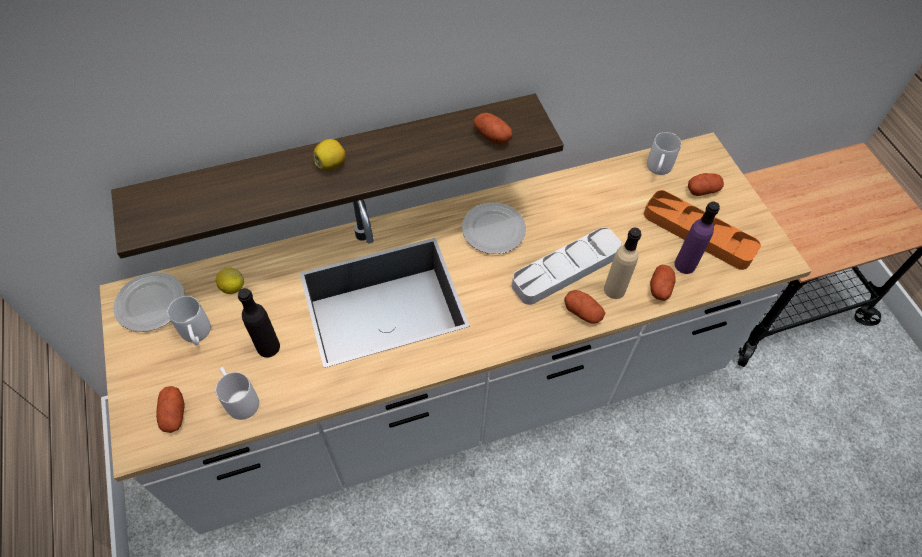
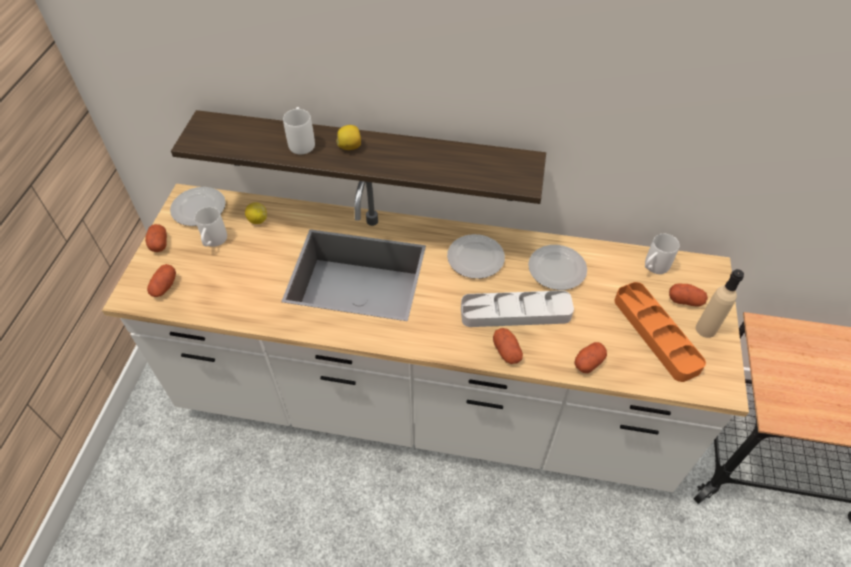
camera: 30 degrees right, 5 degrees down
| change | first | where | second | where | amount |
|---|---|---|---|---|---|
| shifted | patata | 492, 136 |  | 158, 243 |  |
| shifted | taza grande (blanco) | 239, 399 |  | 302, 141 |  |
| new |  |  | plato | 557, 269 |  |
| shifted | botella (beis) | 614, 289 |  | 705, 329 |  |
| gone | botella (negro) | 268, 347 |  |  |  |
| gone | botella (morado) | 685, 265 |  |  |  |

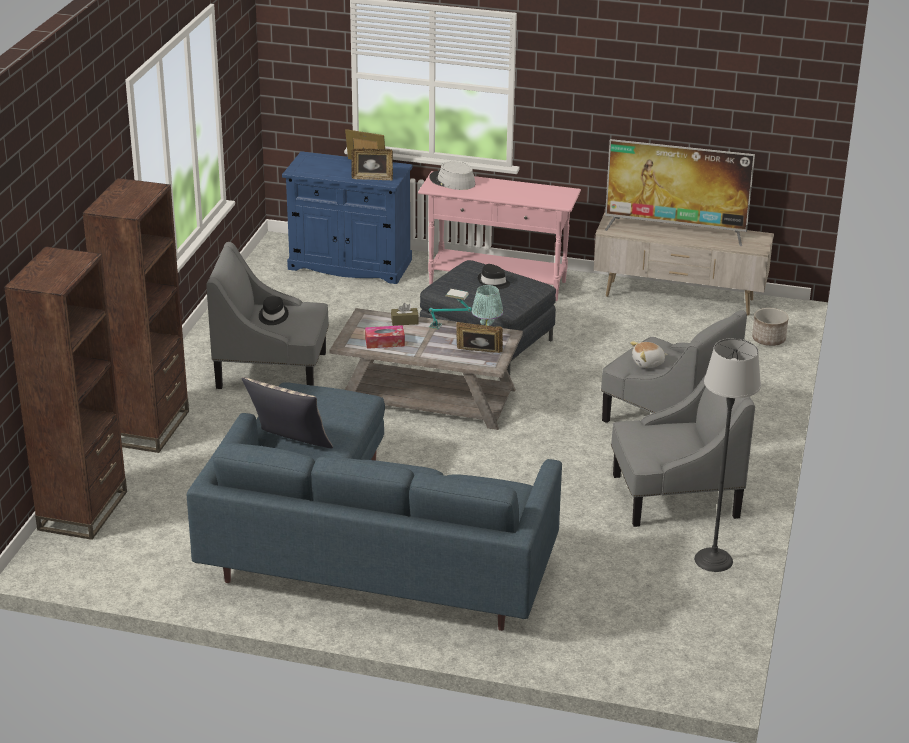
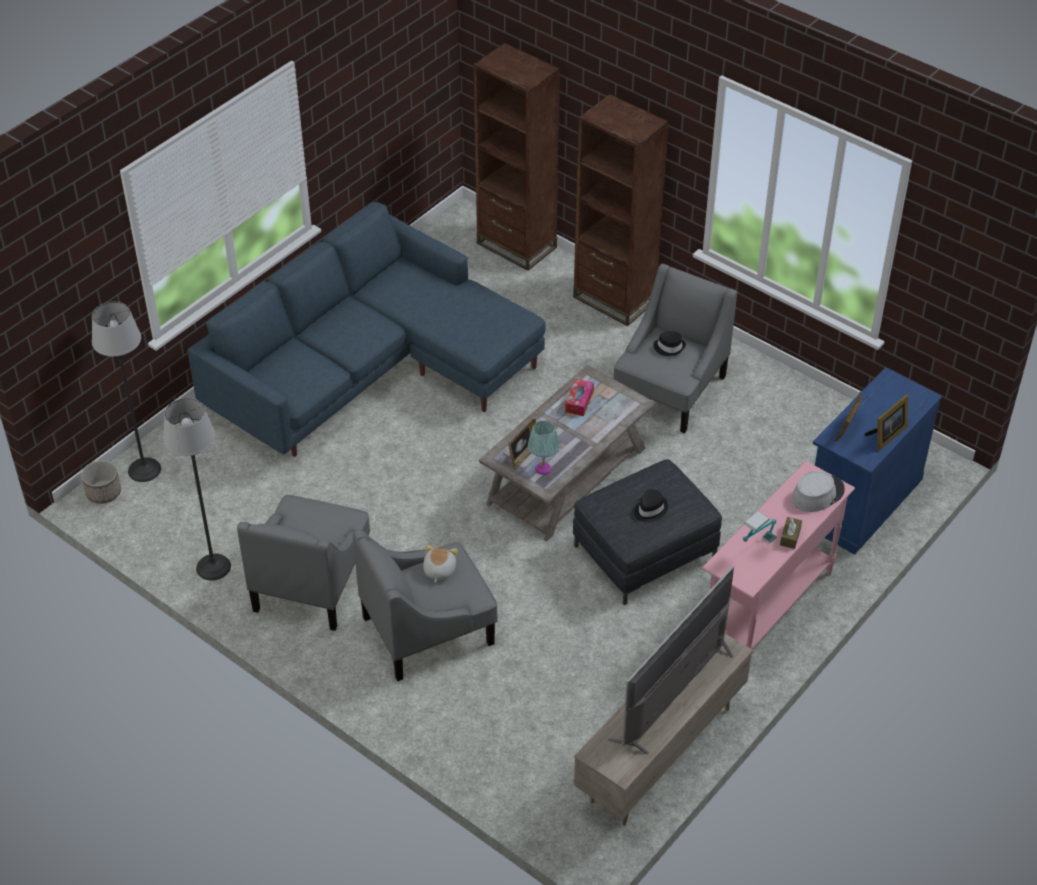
camera: 115 degrees right, 15 degrees up
| change | first | where | second | where | amount |
|---|---|---|---|---|---|
| shifted | maceta | 768, 339 |  | 104, 492 |  |
| new |  |  | lámpara de pie | 144, 469 |  |
| shifted | lámpara de mesa | 450, 329 |  | 757, 547 |  |
| shifted | caja de pañuelos (marrón) | 404, 321 |  | 790, 537 |  |
| gone | cojín | 289, 445 |  |  |  |

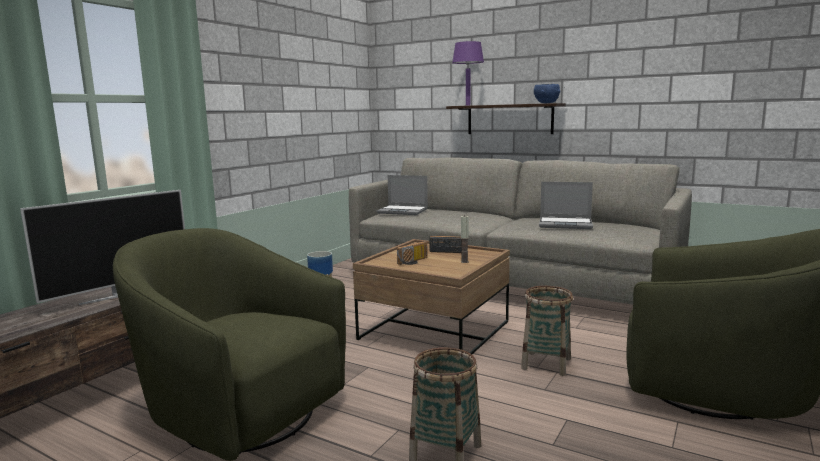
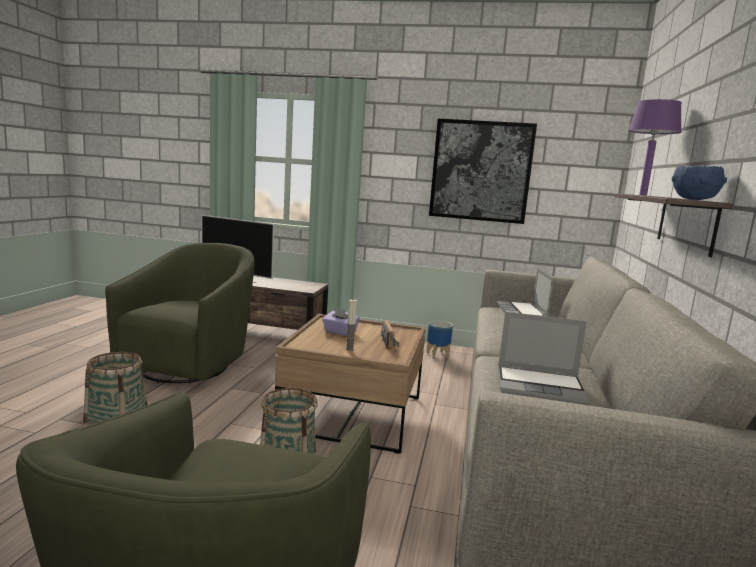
camera: 70 degrees right, 0 degrees up
| change | first | where | second | where | amount |
|---|---|---|---|---|---|
| swapped | radio | 414, 262 | caja de pañuelos (morado) | 339, 332 |  |
| new |  |  | cuadro | 481, 171 |  |
| rotated | portátil | 566, 224 |  | 541, 386 | 75 degrees counterclockwise |

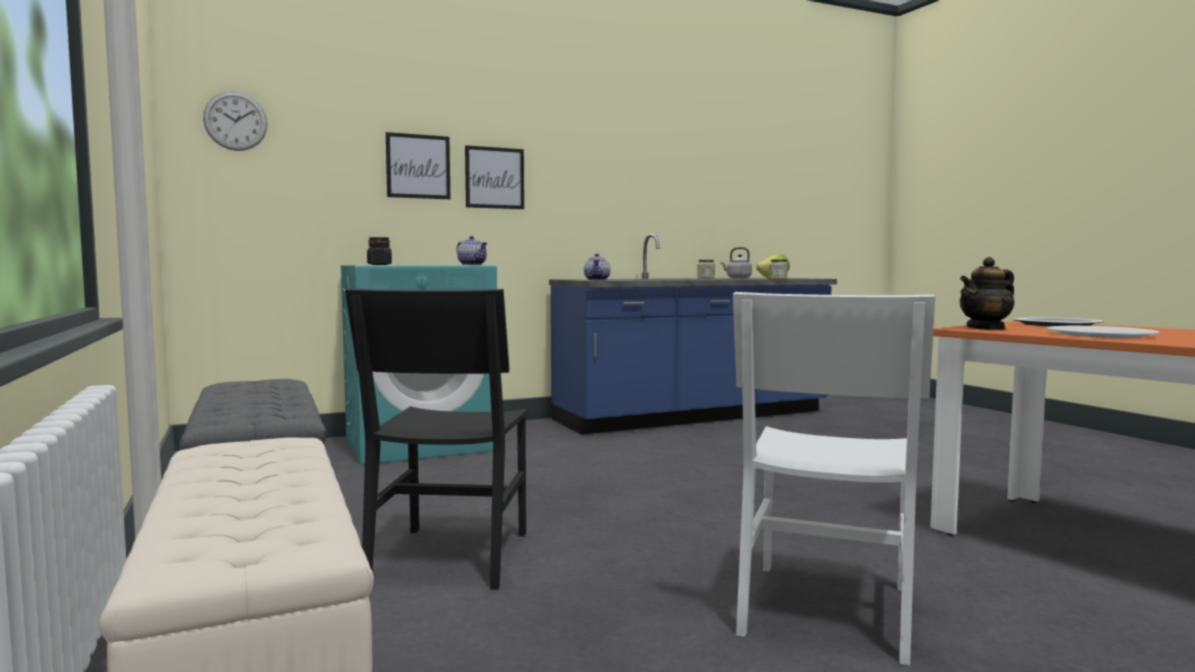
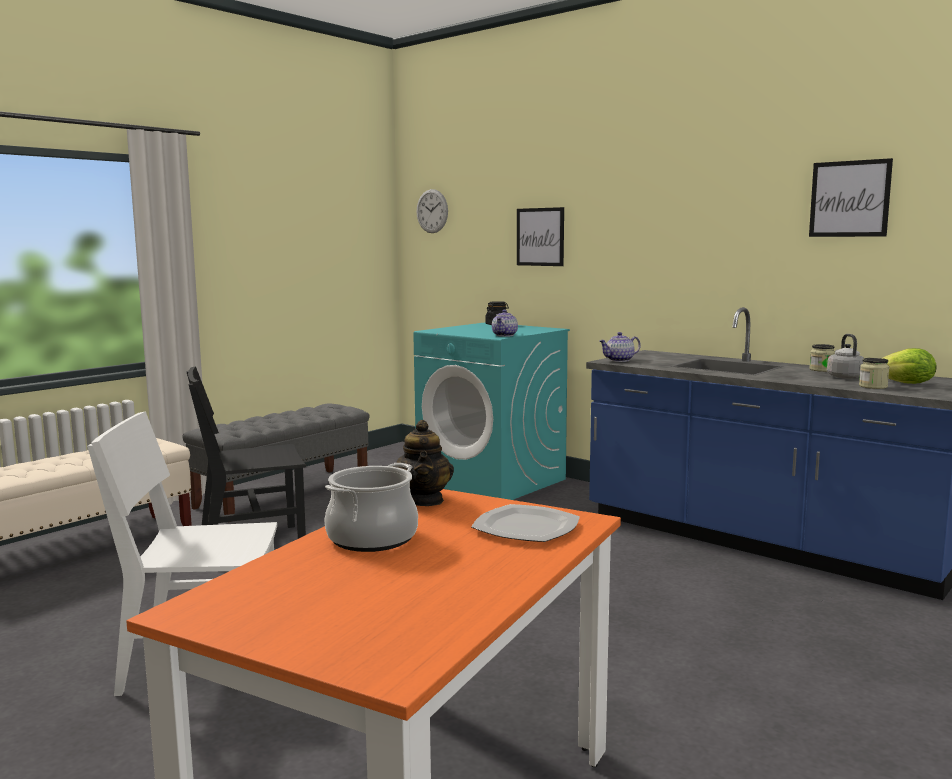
camera: 65 degrees right, 5 degrees up
| change | first | where | second | where | amount |
|---|---|---|---|---|---|
| swapped | plato (blanco) | 1100, 335 | olla | 372, 538 |  |
| rotated | tetera | 986, 328 |  | 423, 500 | 135 degrees counterclockwise |
| shifted | cuadro | 494, 178 |  | 849, 199 |  |

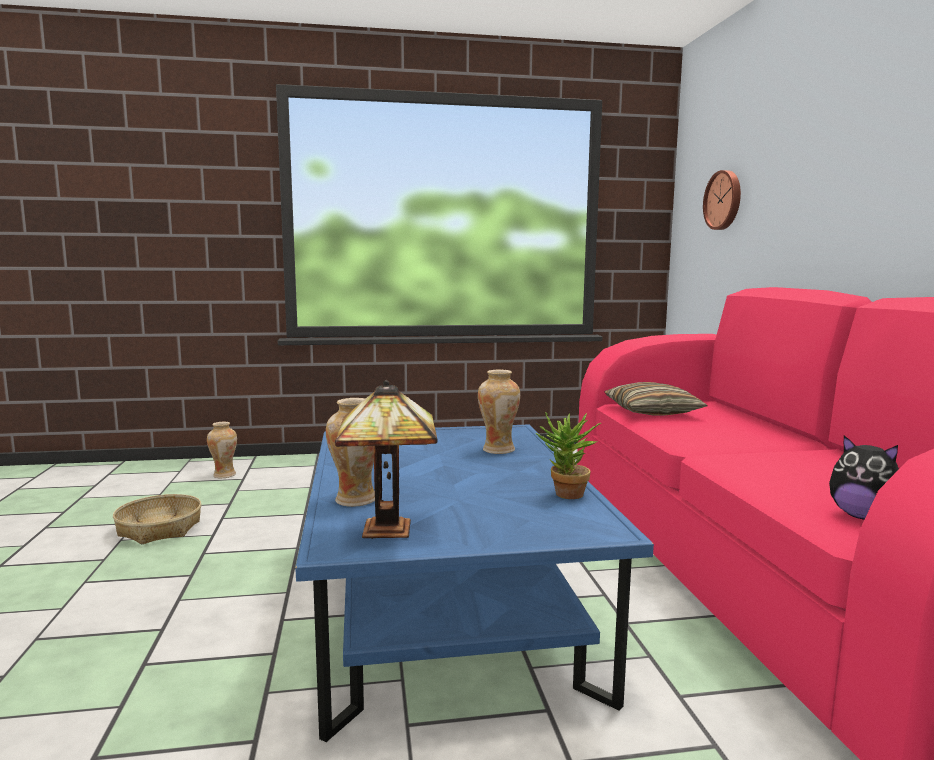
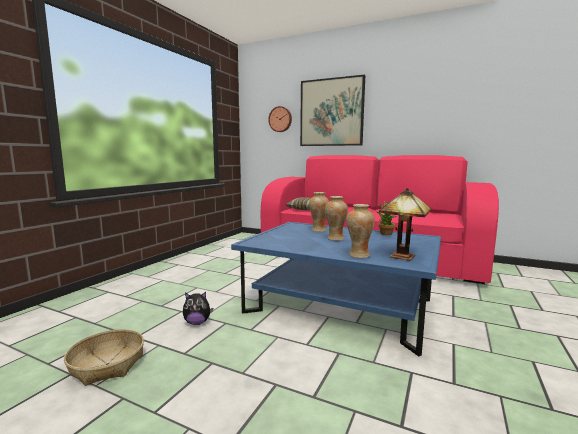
camera: 55 degrees left, 0 degrees up
| change | first | where | second | where | amount |
|---|---|---|---|---|---|
| shifted | peluche | 863, 517 |  | 197, 322 |  |
| new |  |  | cuadro | 331, 112 |  |
| shifted | florero | 224, 475 |  | 335, 238 |  |

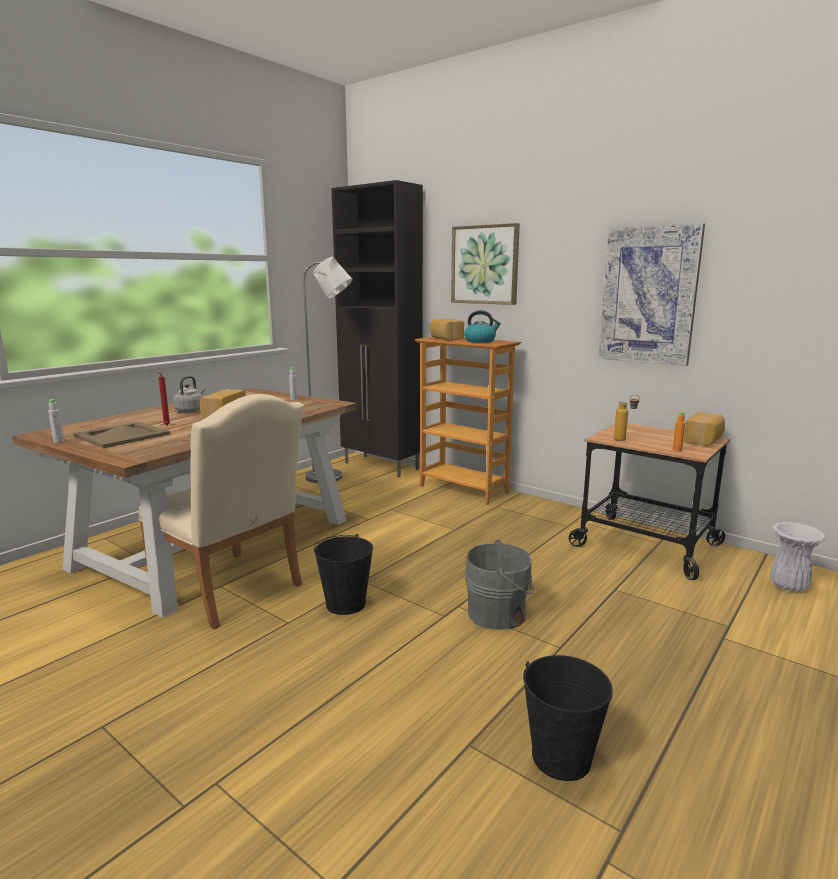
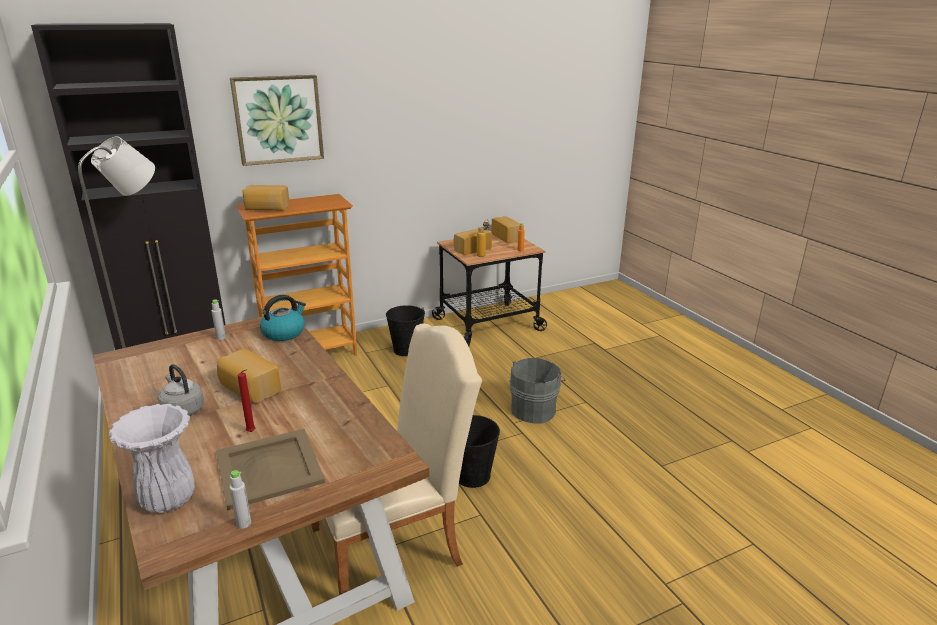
camera: 65 degrees left, 10 degrees up
| change | first | where | second | where | amount |
|---|---|---|---|---|---|
| shifted | florero (blanco) | 788, 586 |  | 167, 499 |  |
| shifted | hervidor | 480, 341 |  | 284, 333 |  |
| shifted | cubo (negro) | 561, 757 |  | 406, 349 |  |
| new |  |  | pan | 471, 249 |  |
| gone | cuadro | 649, 295 |  |  |  |

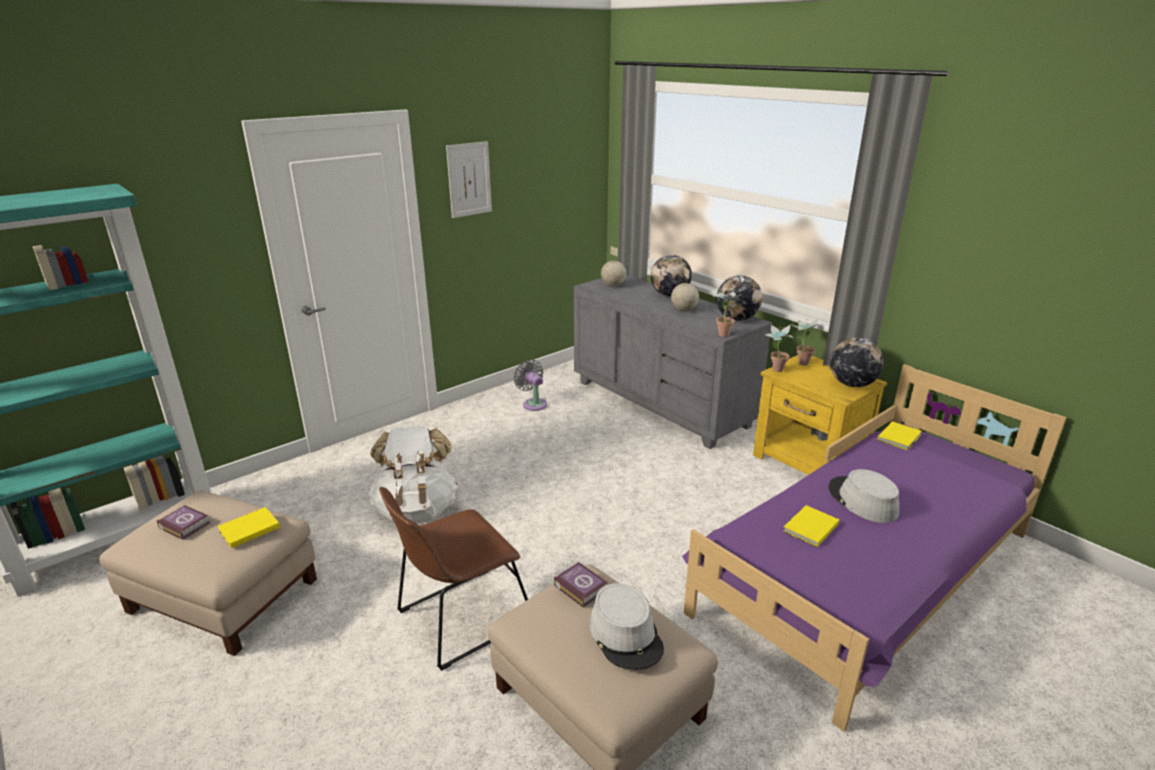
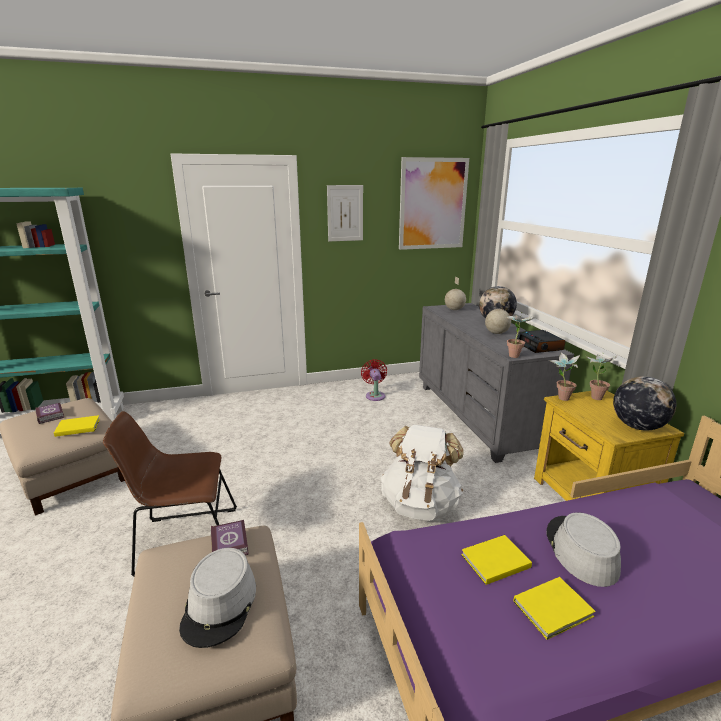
camera: 25 degrees right, 5 degrees down
| change | first | where | second | where | amount |
|---|---|---|---|---|---|
| repainted | ventilador (gris) | 533, 403 | ventilador (rojo) | 375, 395 |  |
| shifted | mochila (blanco) | 416, 510 |  | 420, 504 |  |
| new |  |  | cuadro | 432, 204 |  |
| shifted | libro (amarillo) | 900, 437 |  | 555, 609 |  |
| swapped | globo terráqueo | 736, 319 | despertador | 540, 346 |  |

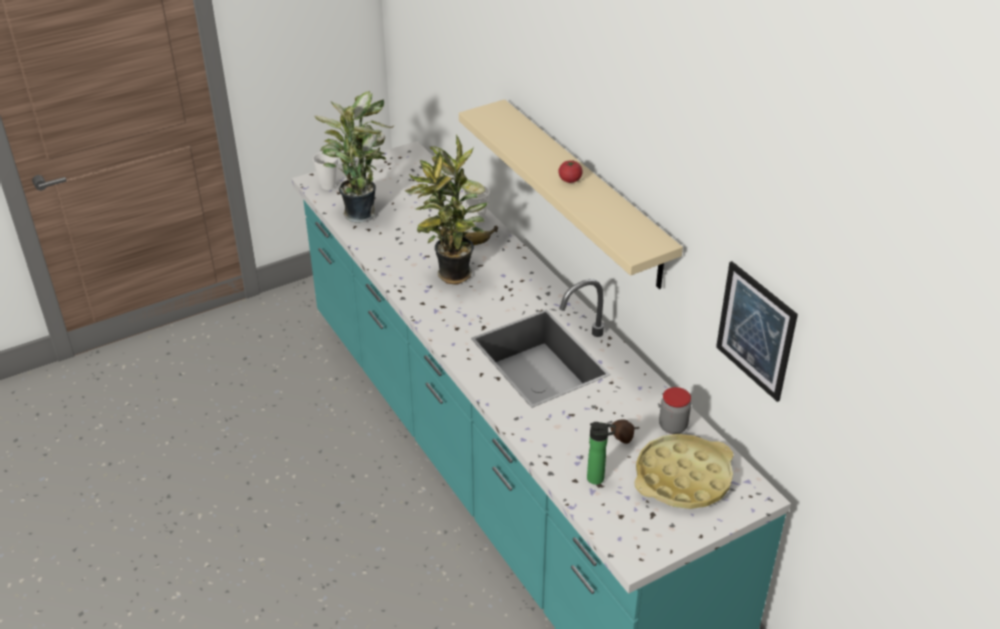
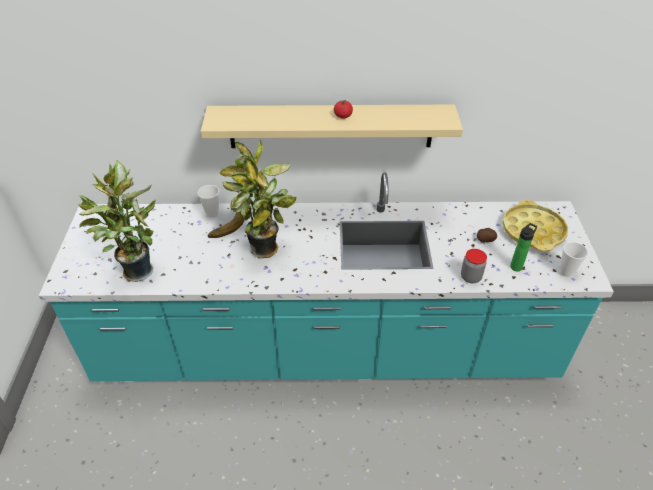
camera: 60 degrees left, 5 degrees up
| change | first | where | second | where | amount |
|---|---|---|---|---|---|
| shifted | tarro | 673, 426 |  | 470, 277 |  |
| shifted | taza | 328, 186 |  | 566, 272 |  |
| gone | cuadro | 755, 331 |  |  |  |

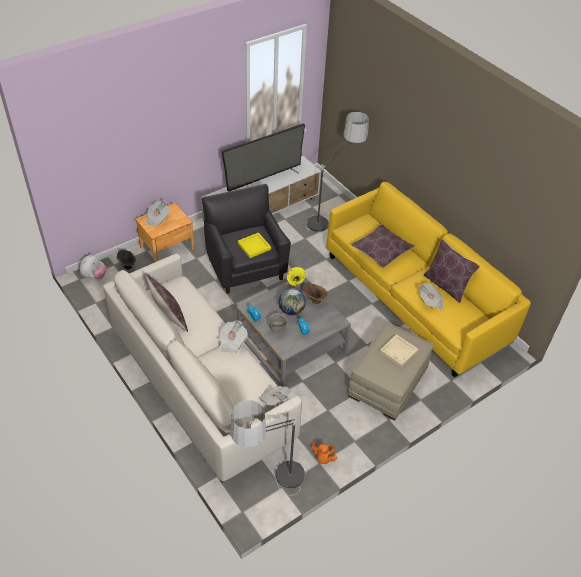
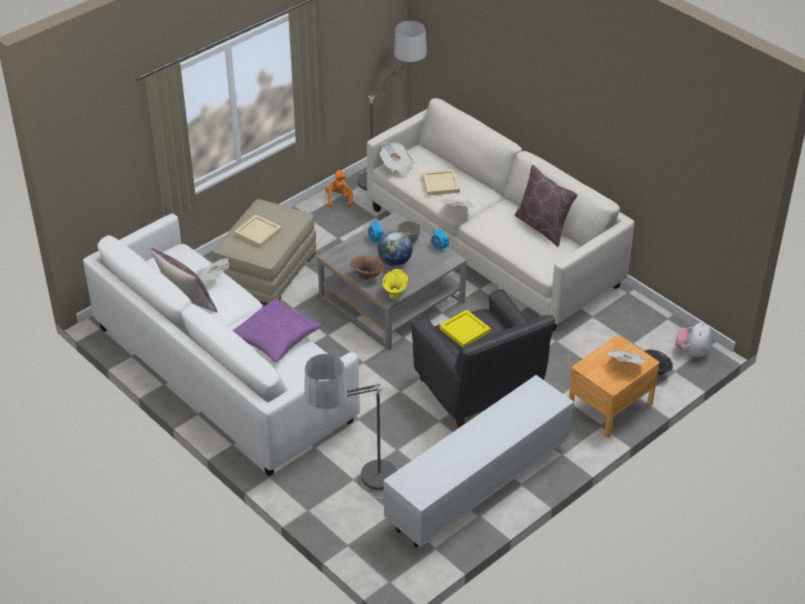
camera: 175 degrees right, 5 degrees down
| change | first | where | second | where | amount |
|---|---|---|---|---|---|
| repainted | sofá (amarillo) | 414, 298 | sofá (blanco) | 222, 374 |  |
| repainted | cojín (marrón) | 381, 251 | cojín (morado) | 276, 338 |  |
| new |  |  | bandeja (beis) | 440, 184 |  |
| gone | televisor | 264, 179 |  |  |  |

